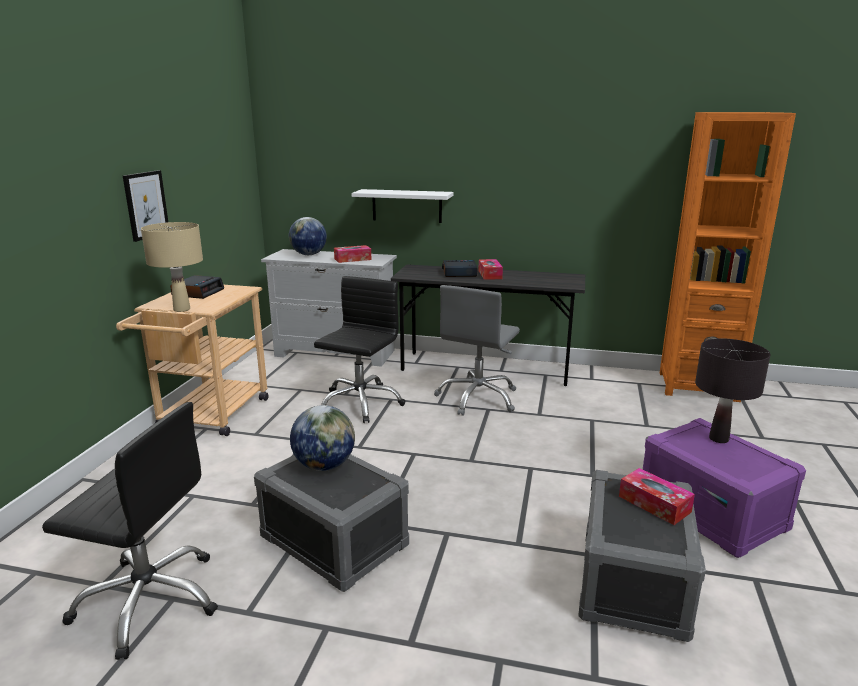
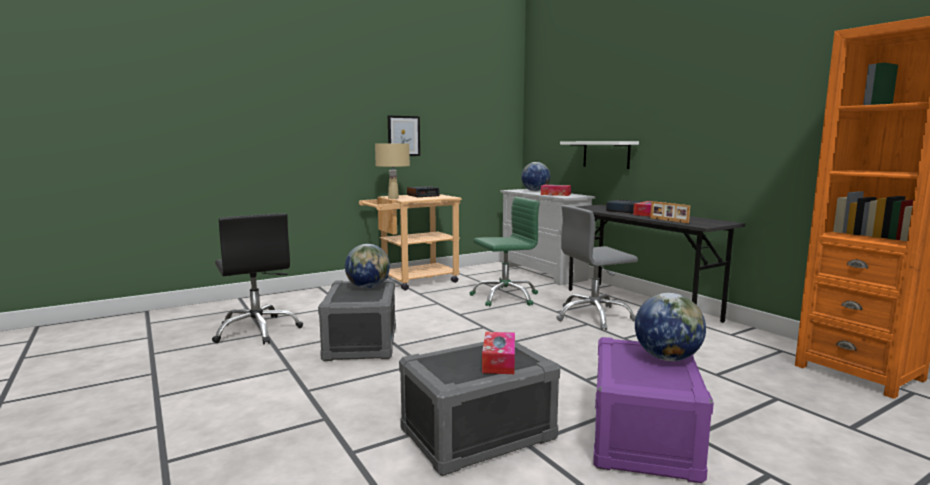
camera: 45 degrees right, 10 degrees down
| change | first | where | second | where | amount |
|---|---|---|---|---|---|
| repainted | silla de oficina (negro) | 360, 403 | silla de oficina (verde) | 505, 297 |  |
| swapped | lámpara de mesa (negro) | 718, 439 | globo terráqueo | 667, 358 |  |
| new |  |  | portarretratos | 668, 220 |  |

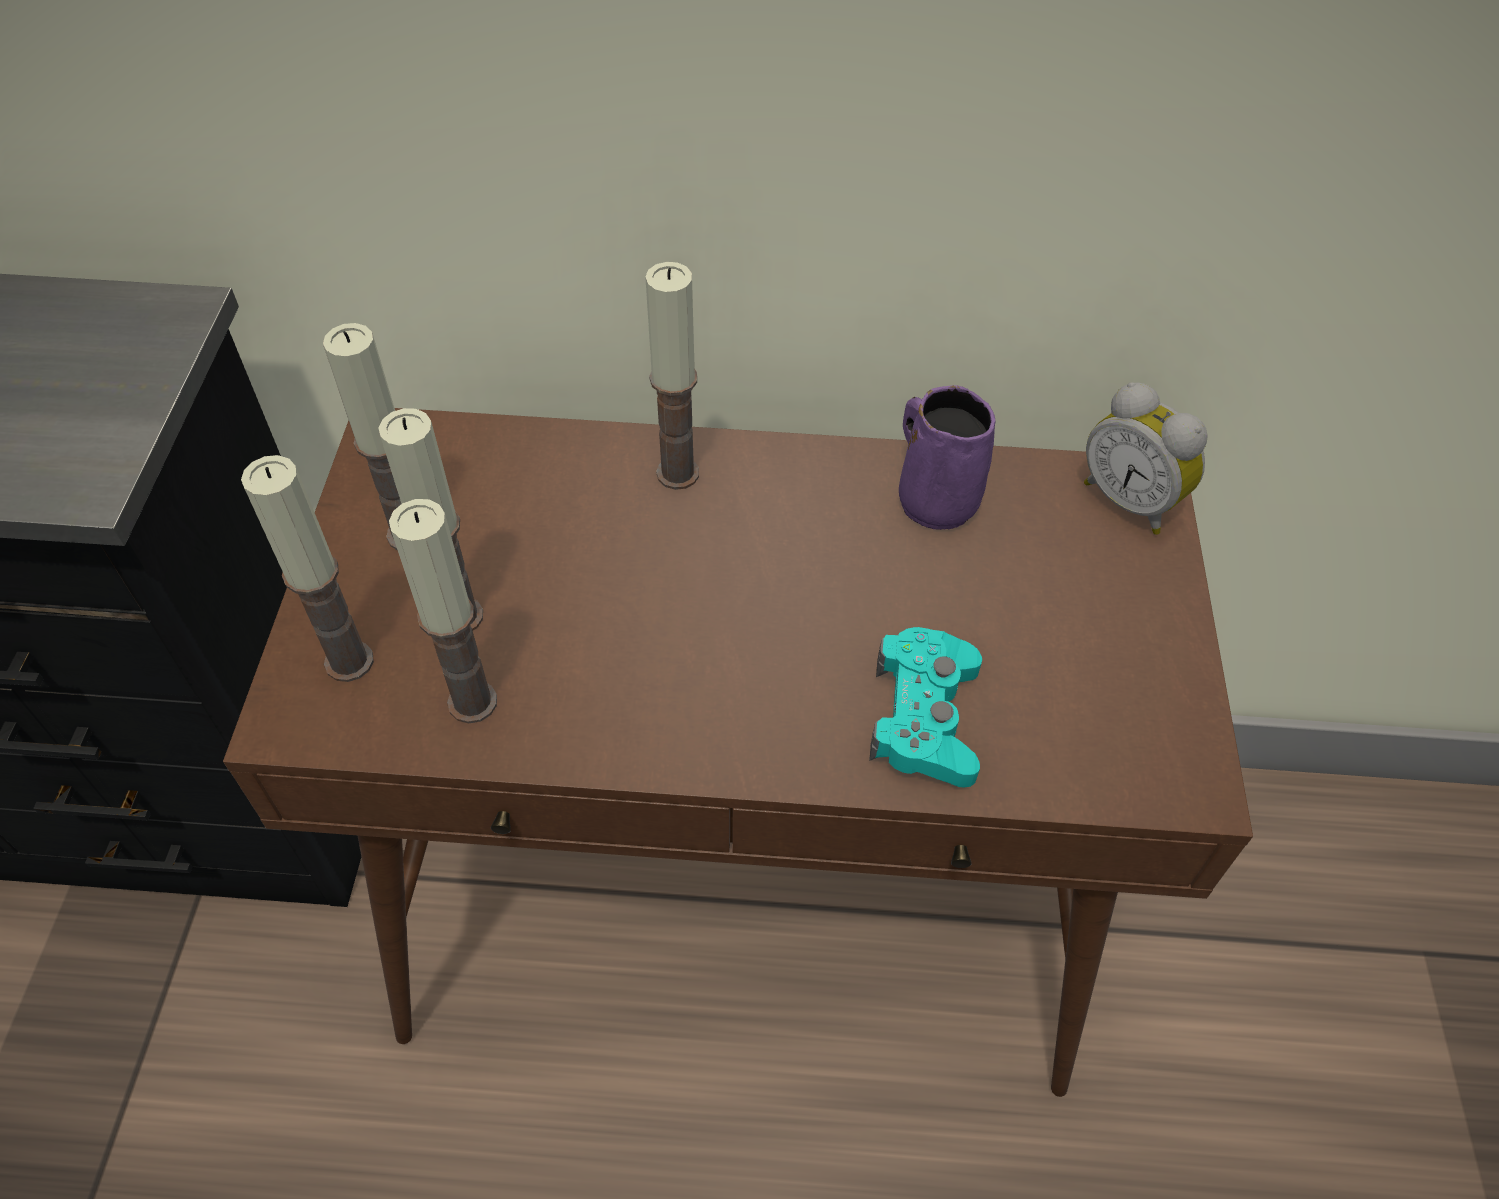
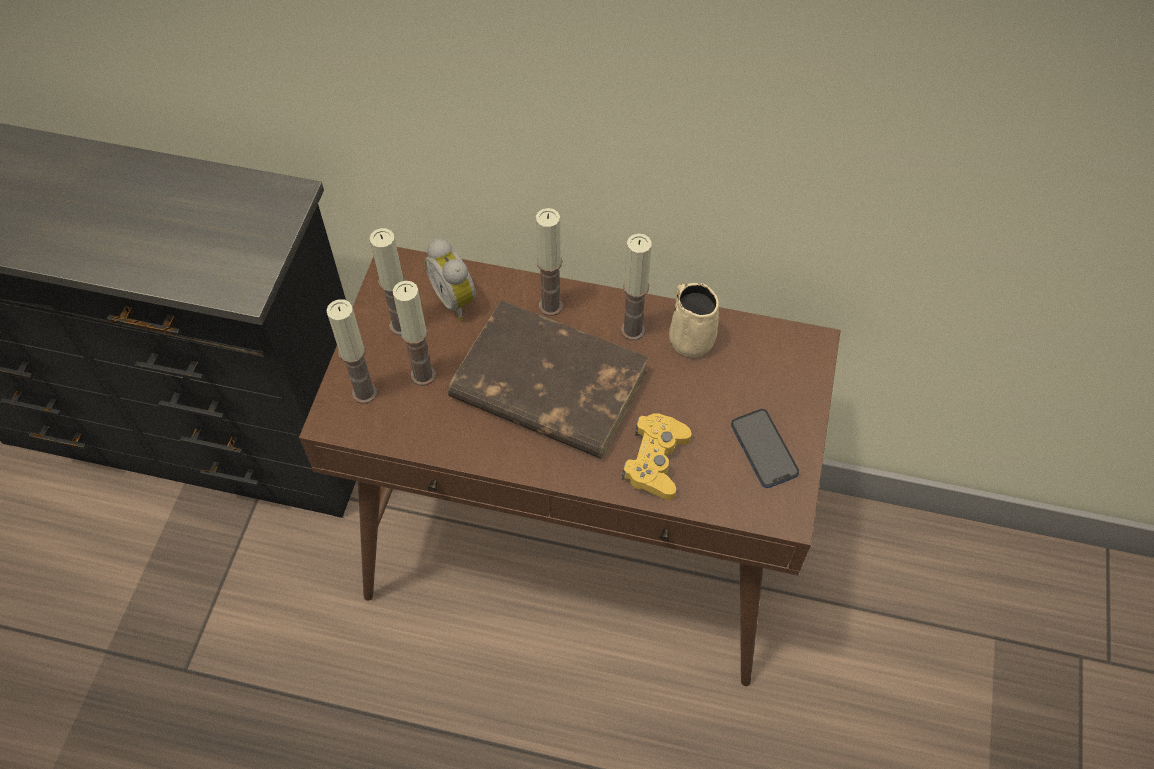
camera: 10 degrees right, 5 degrees up
| change | first | where | second | where | amount |
|---|---|---|---|---|---|
| shifted | despertador | 1131, 500 |  | 456, 299 |  |
| new |  |  | libro (marrón) | 547, 385 |  |
| shifted | vela | 472, 702 |  | 633, 330 |  |
| repainted | mando de consola (turquesa) | 925, 718 | mando de consola (amarillo) | 656, 461 |  |
| repainted | taza grande (morado) | 934, 499 | taza grande (beis) | 690, 338 |  |
| new |  |  | móvil | 764, 449 |  |

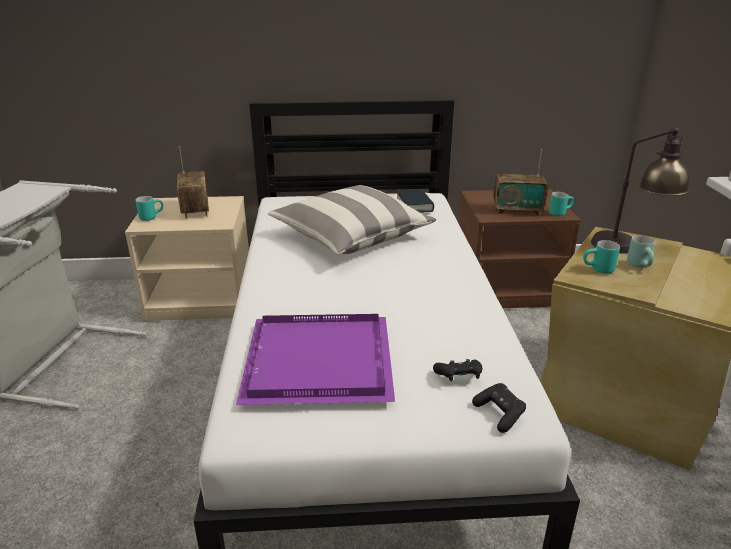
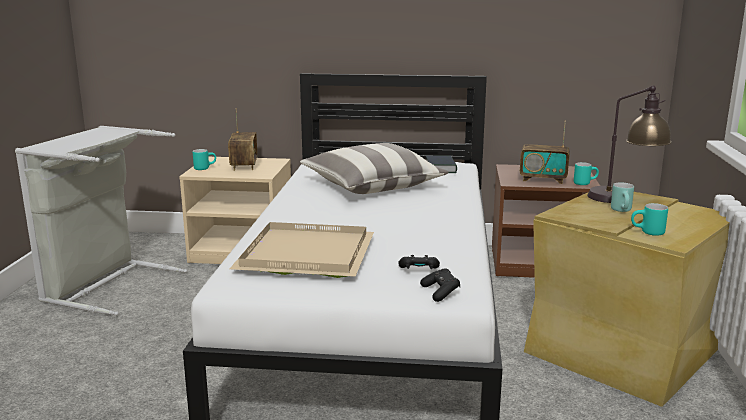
camera: 10 degrees right, 10 degrees down
| change | first | where | second | where | amount |
|---|---|---|---|---|---|
| repainted | bandeja (morado) | 316, 360 | bandeja (beis) | 304, 253 |  |
| shifted | taza grande (turquesa) | 598, 270 |  | 648, 233 |  |

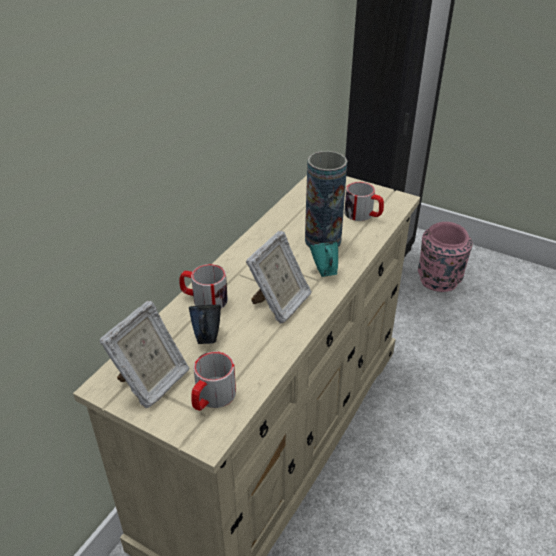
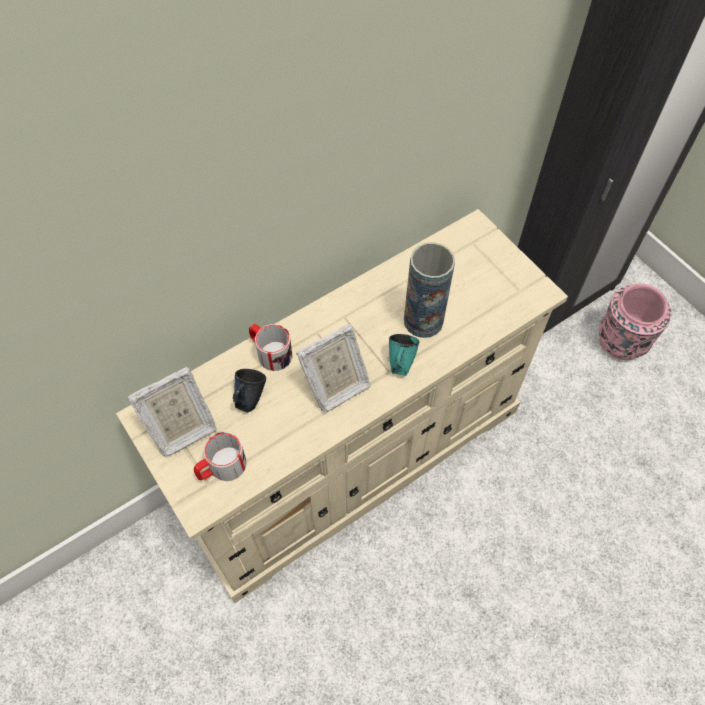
camera: 25 degrees right, 20 degrees up
| change | first | where | second | where | amount |
|---|---|---|---|---|---|
| gone | taza grande | 363, 215 |  |  |  |

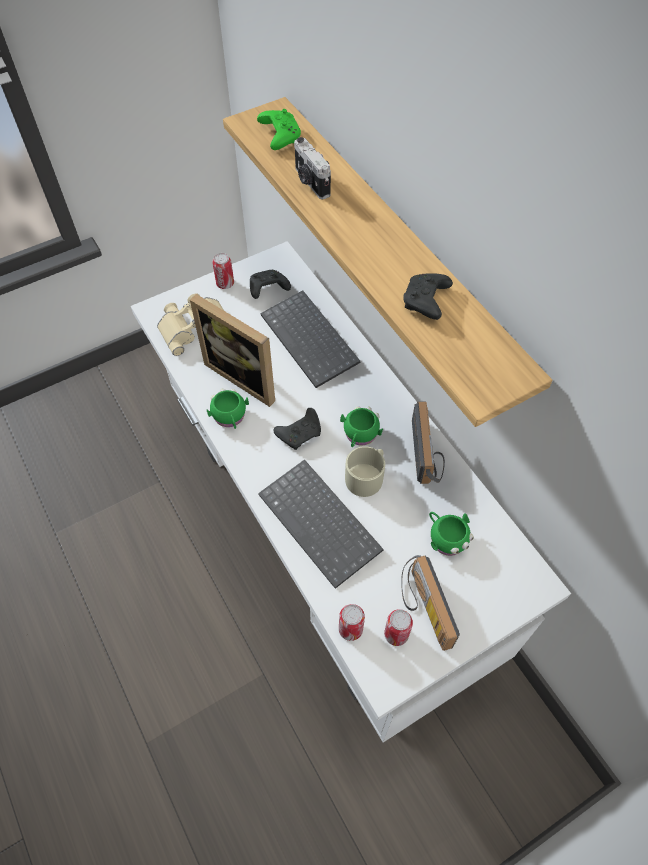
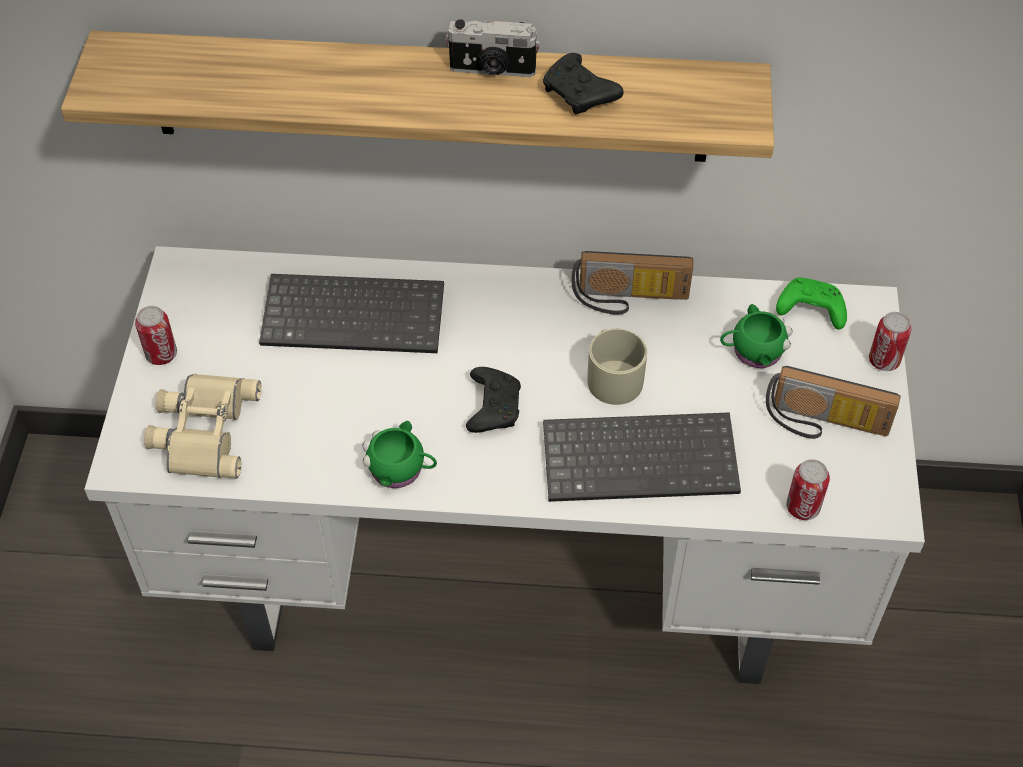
camera: 55 degrees left, 5 degrees down
| change | first | where | second | where | amount |
|---|---|---|---|---|---|
| shifted | cámara | 310, 182 |  | 492, 70 |  |
| rotated | radio | 428, 453 |  | 629, 300 | 150 degrees clockwise |
| shifted | mando de consola (verde) | 279, 136 |  | 809, 310 |  |
| shifted | lata | 396, 634 |  | 884, 361 |  |
| gone | portarretratos | 246, 376 |  |  |  |
| gone | mando de consola (negro) | 267, 289 |  |  |  |
| gone | taza grande (verde) | 359, 435 |  |  |  |

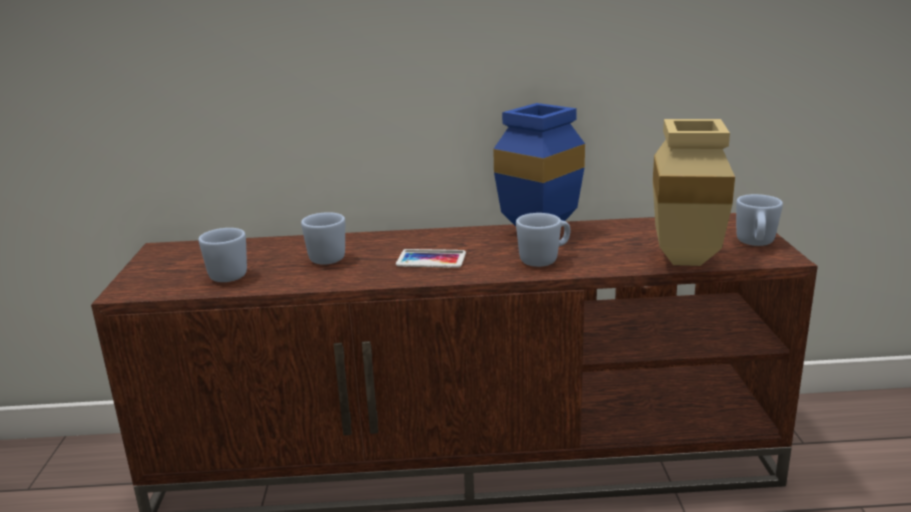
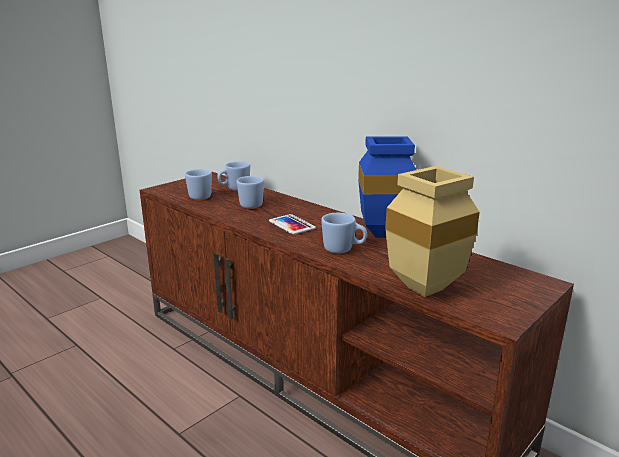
camera: 45 degrees right, 0 degrees up
| change | first | where | second | where | amount |
|---|---|---|---|---|---|
| shifted | taza grande (azul) | 755, 244 |  | 234, 189 |  |

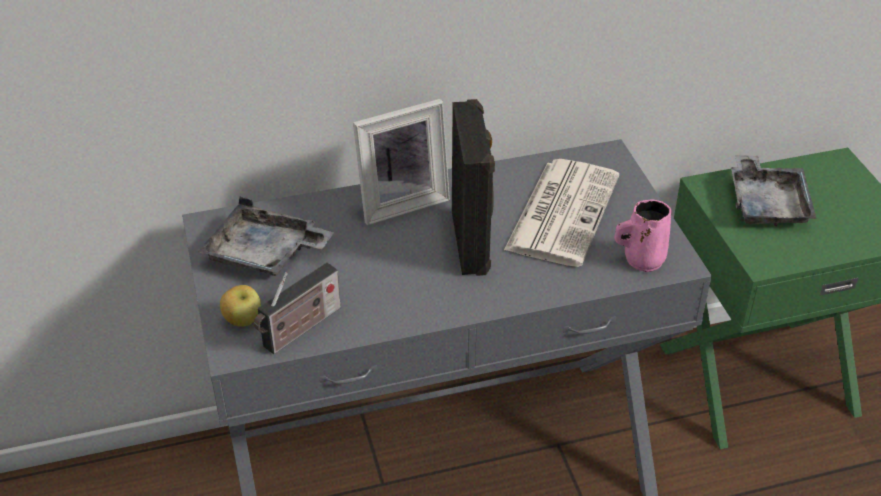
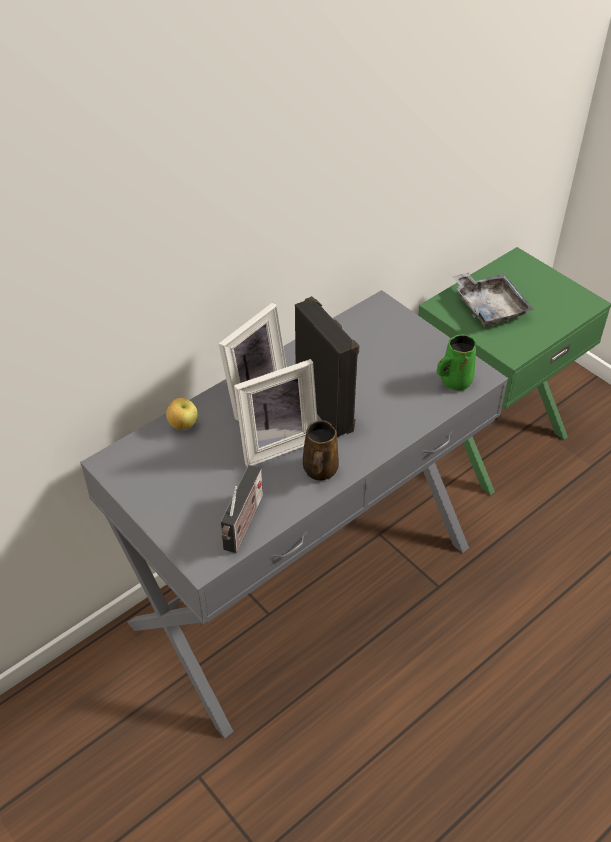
camera: 25 degrees left, 5 degrees up
| change | first | where | second | where | amount |
|---|---|---|---|---|---|
| shifted | manzana | 243, 320 |  | 183, 425 |  |
| new |  |  | portarretratos | 276, 442 |  |
| new |  |  | taza grande (marrón) | 319, 471 |  |
| repainted | taza grande (rosa) | 641, 259 | taza grande (verde) | 454, 381 |  |
| gone | bandeja (gris) | 265, 254 |  |  |  |
| gone | periódico | 562, 211 |  |  |  |

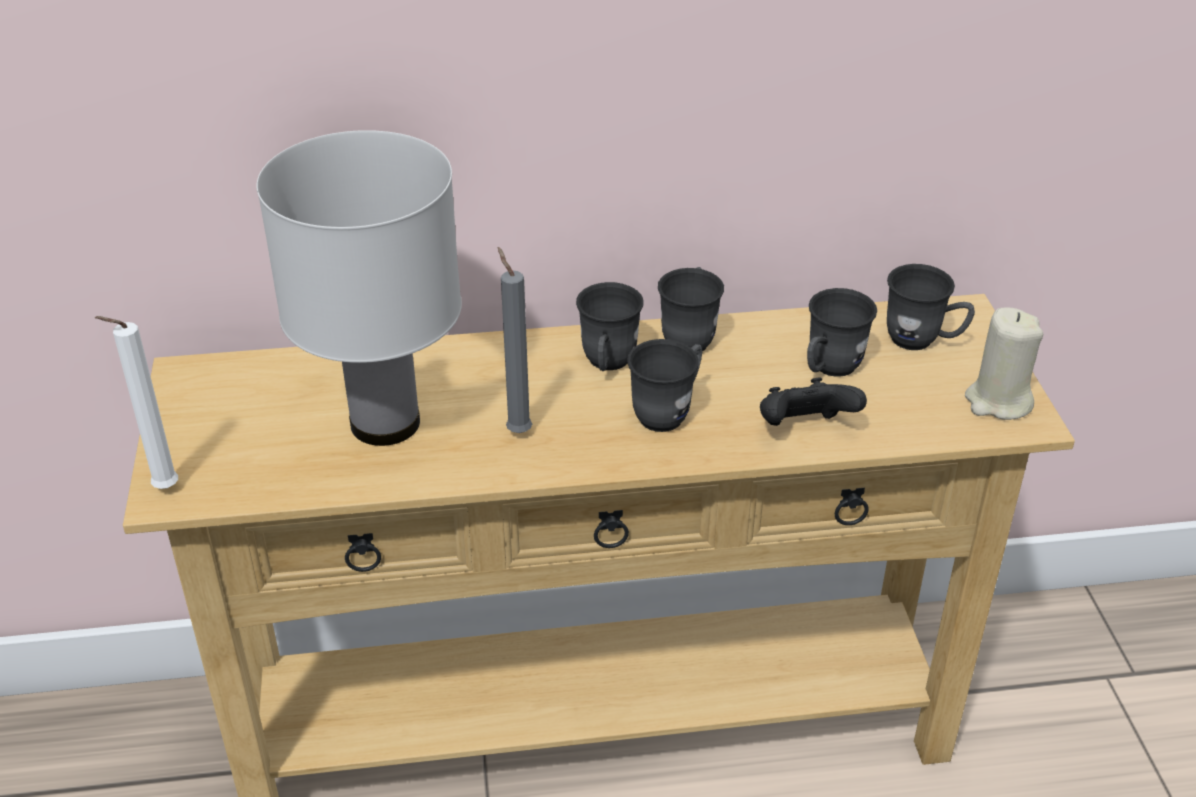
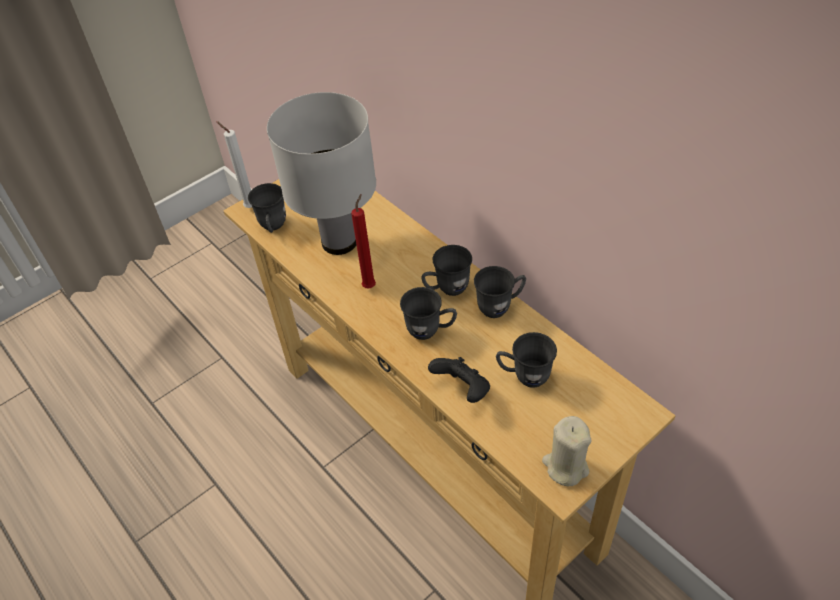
camera: 60 degrees right, 10 degrees up
| change | first | where | second | where | amount |
|---|---|---|---|---|---|
| shifted | taza grande (gris) | 922, 341 |  | 273, 227 |  |
| repainted | vela (gris) | 517, 430 | vela (rojo) | 370, 285 |  |

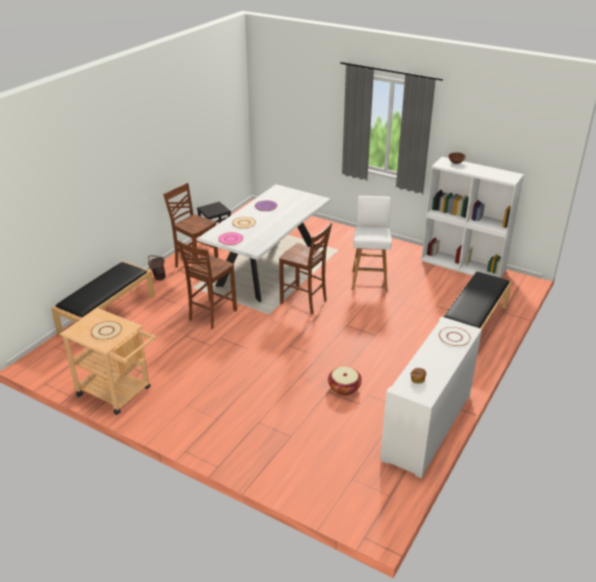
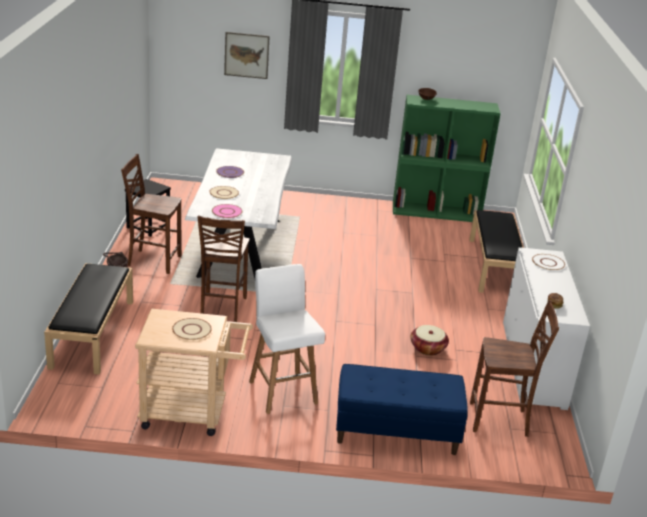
camera: 30 degrees left, 5 degrees down
| change | first | where | second | where | amount |
|---|---|---|---|---|---|
| new |  |  | cuadro | 246, 55 |  |
| shifted | taburete (blanco) | 369, 280 |  | 282, 391 |  |
| new |  |  | banco (azul) | 395, 432 |  |
| repainted | estantería (blanco) | 463, 265 | estantería (verde) | 436, 212 |  |
| shifted | silla (marrón) | 304, 302 |  | 500, 421 |  |

